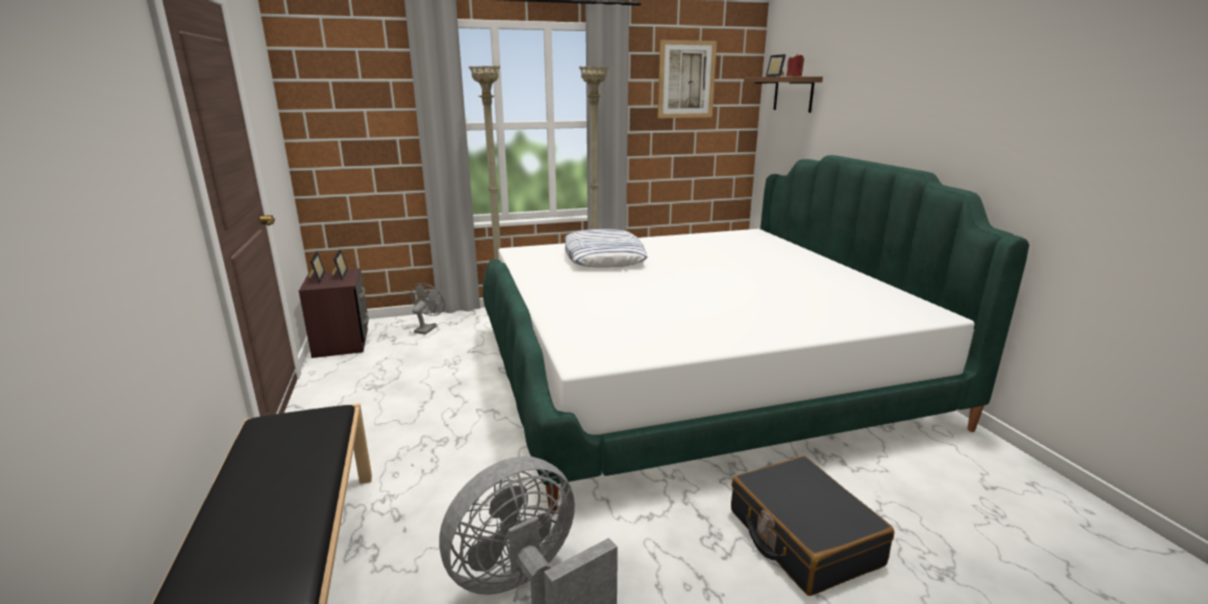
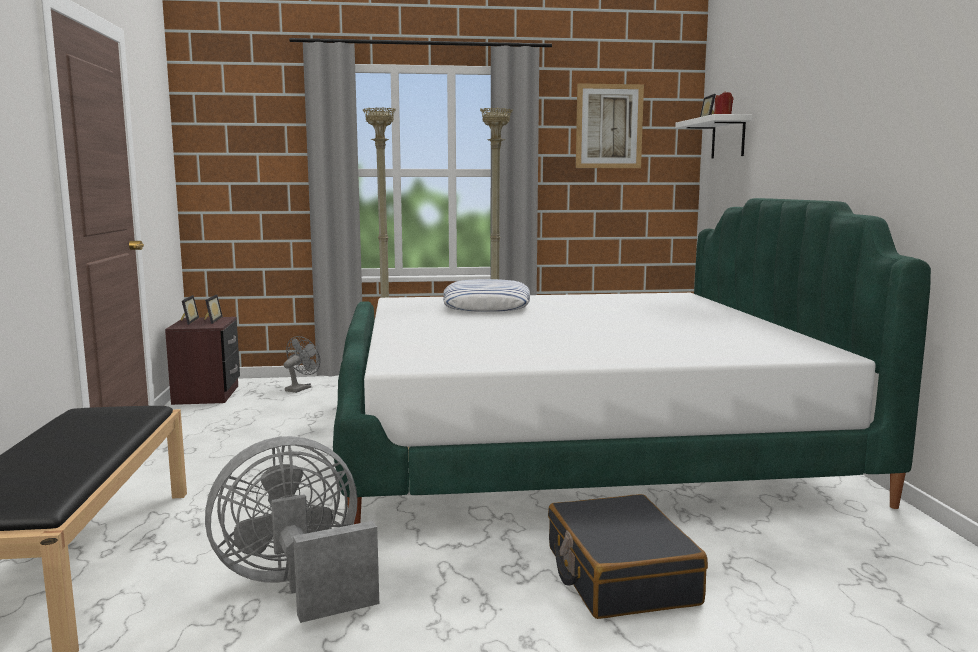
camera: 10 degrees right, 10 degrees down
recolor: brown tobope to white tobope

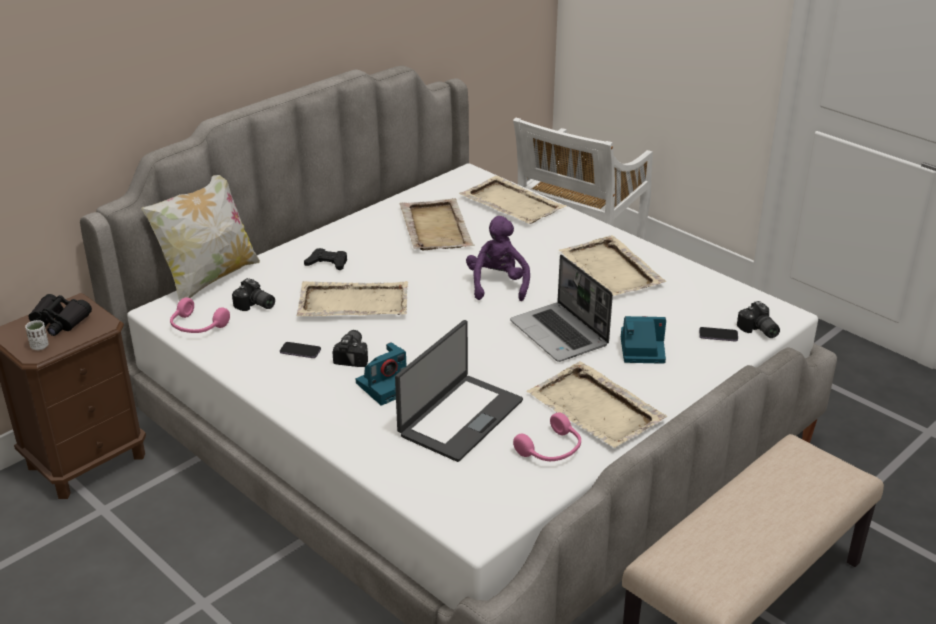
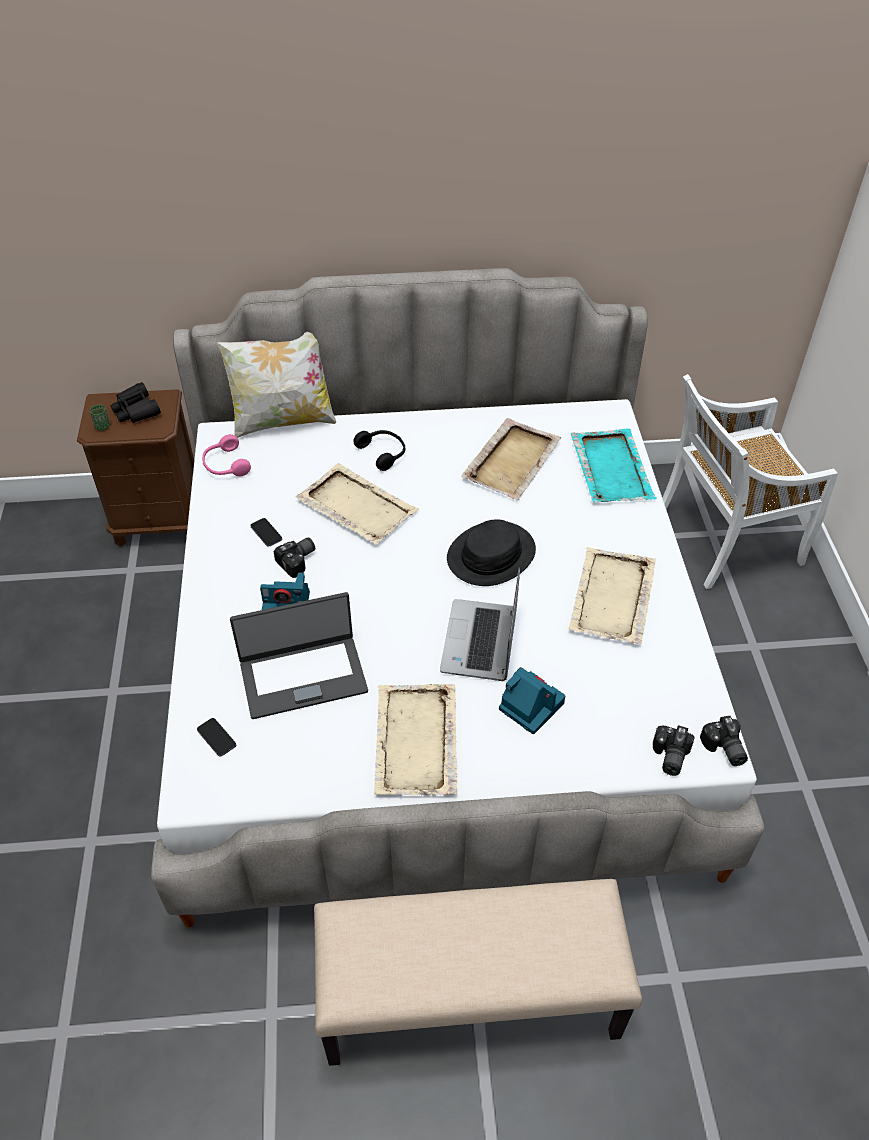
camera: 40 degrees right, 15 degrees up
delete: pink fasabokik (2nd from left)
move: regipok (1st from left in the first image) to regipok (5th from left); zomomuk (2nd from left in the first image) to zomomuk (1st from left)
replace: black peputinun to black fasabokik; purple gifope to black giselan
recolor: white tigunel to green tigunel; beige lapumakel (3rd from left) to turquoise lapumakel

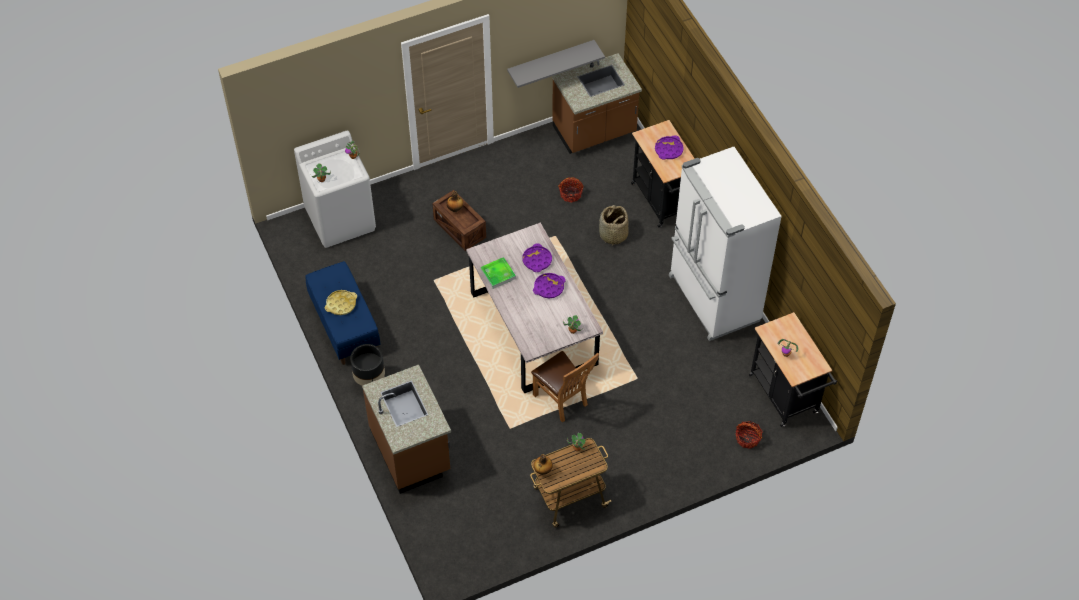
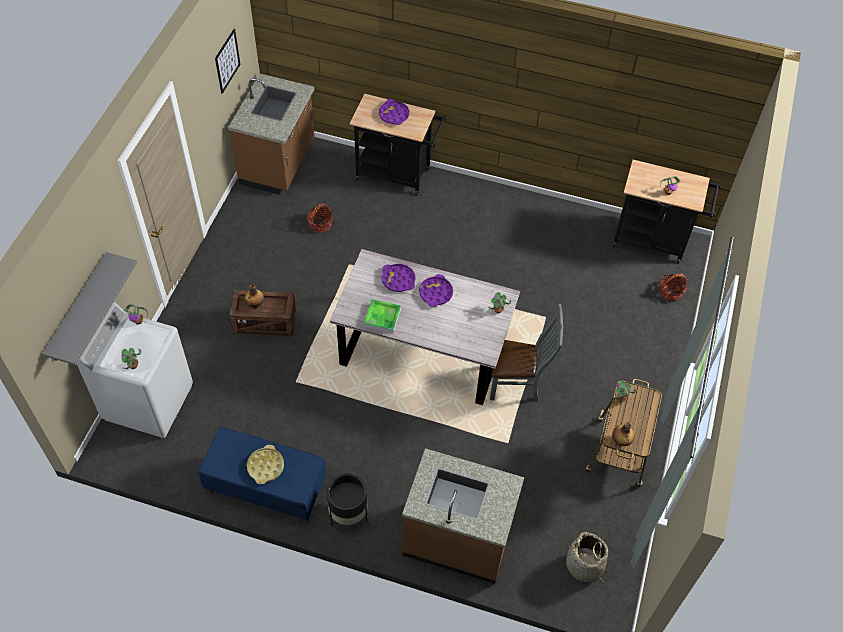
camera: 50 degrees left, 0 degrees up
delete: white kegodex
insert: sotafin
move: grey tobope; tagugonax (2nd from left)
recolor: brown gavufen to grey gavufen

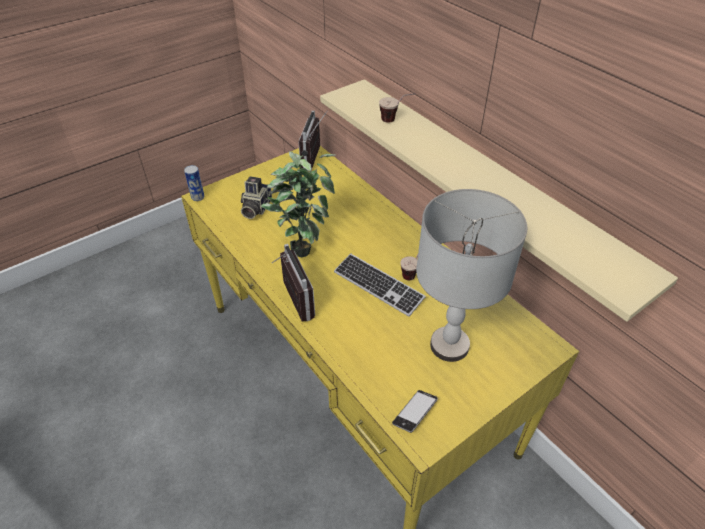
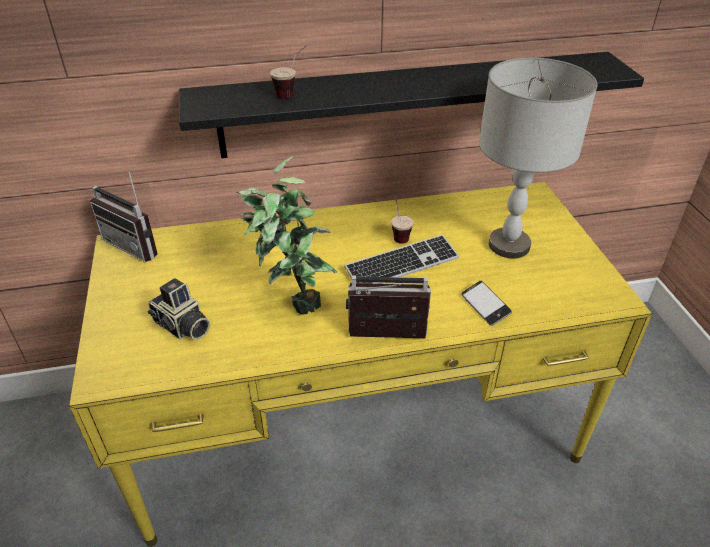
camera: 65 degrees left, 5 degrees down
delete: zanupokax
move: zomomuk
recolor: beige tobope to black tobope

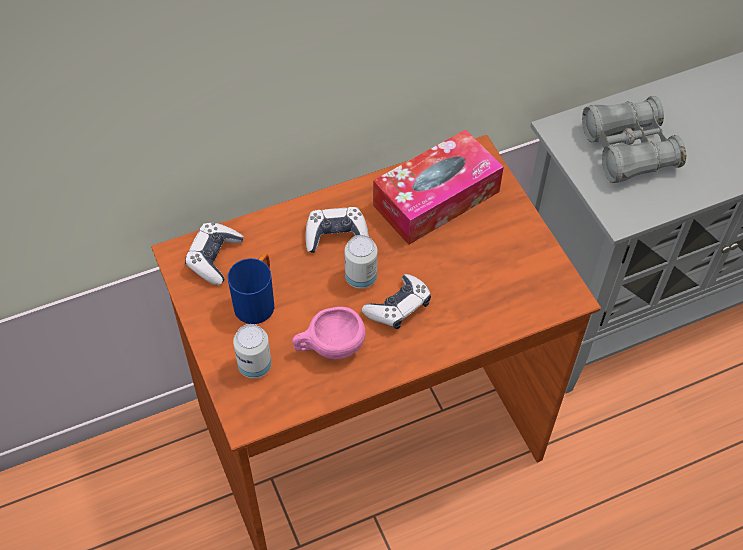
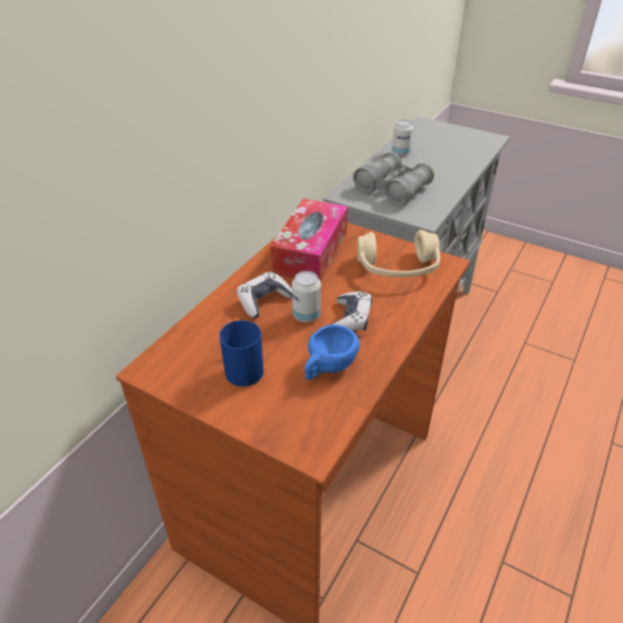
camera: 35 degrees left, 15 degrees down
delete: peputinun (1st from left)
insert: beige fasabokik
move: zanupokax (1st from left in the first image) to zanupokax (2nd from left)
recolor: pink tigunel to blue tigunel

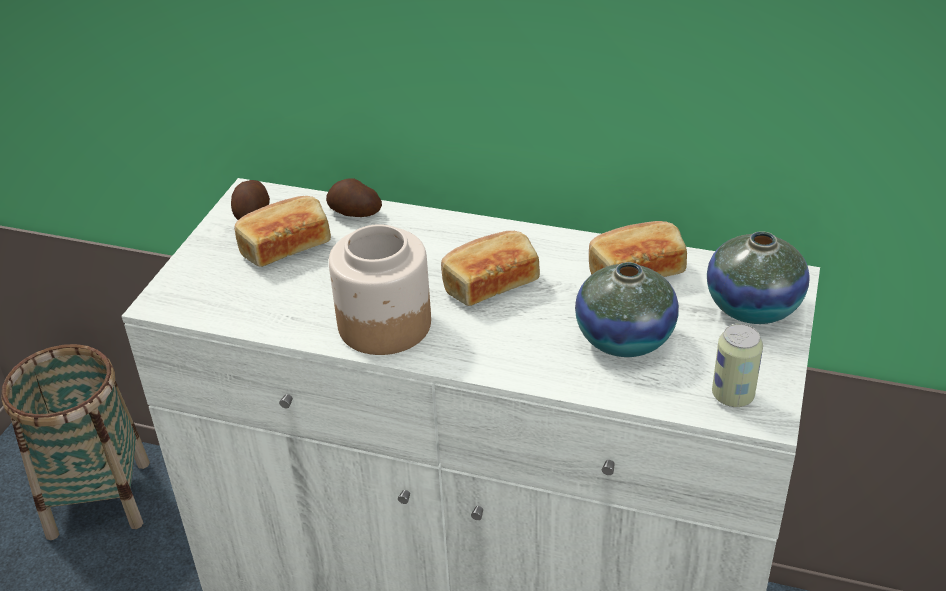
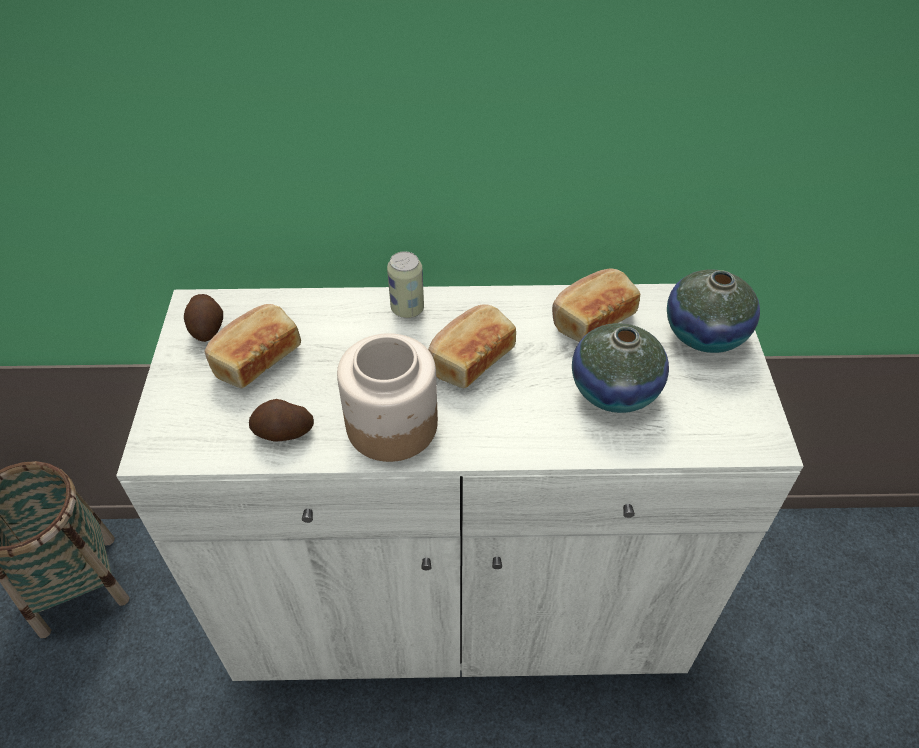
camera: 20 degrees left, 10 degrees up
move: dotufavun (2nd from left); zanupokax

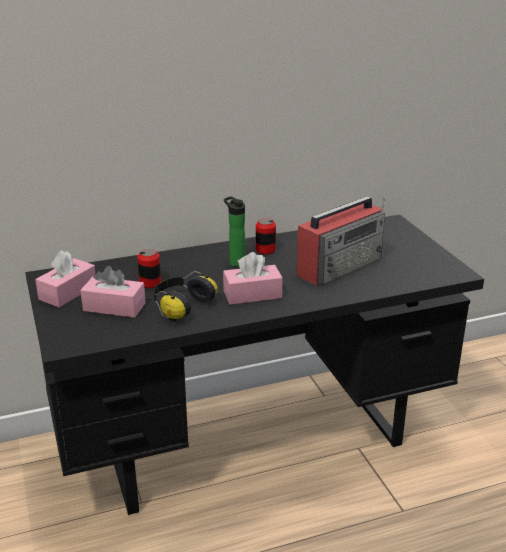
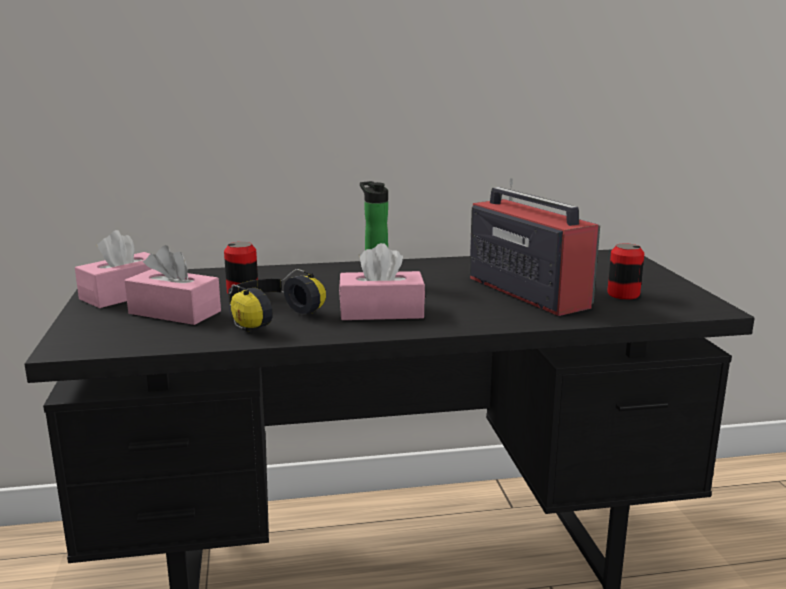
camera: 10 degrees right, 10 degrees down
move: zanupokax (2nd from left)
rotate: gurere 90 degrees counterclockwise

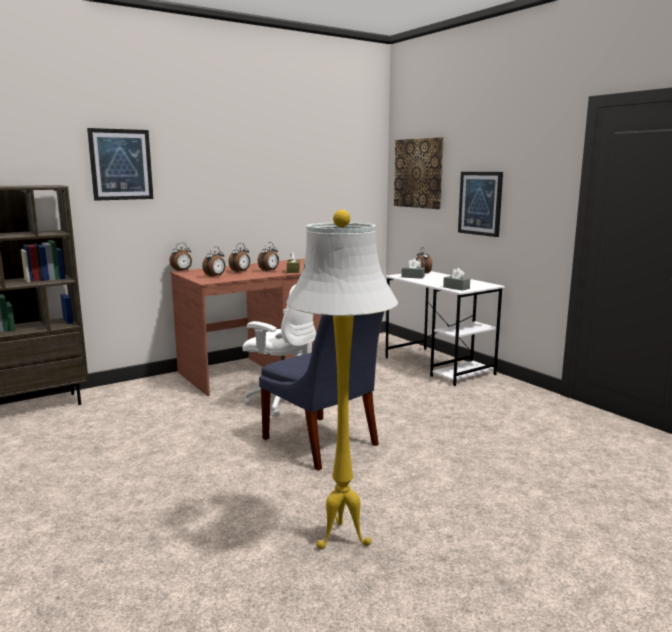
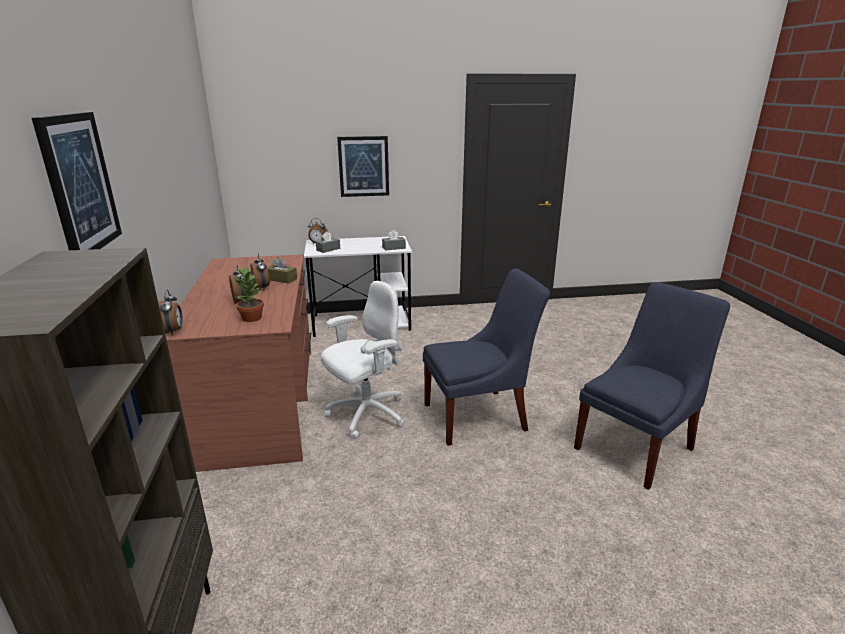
camera: 65 degrees left, 10 degrees up
delete: sotafin (2nd from left)
replace: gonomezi (2nd from left) to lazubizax; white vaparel to blue gavufen (2nd from left)

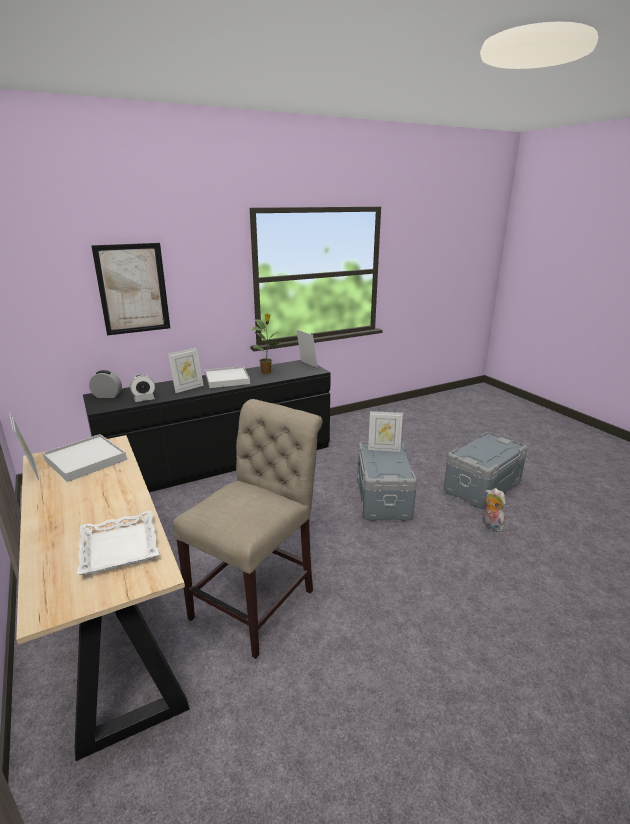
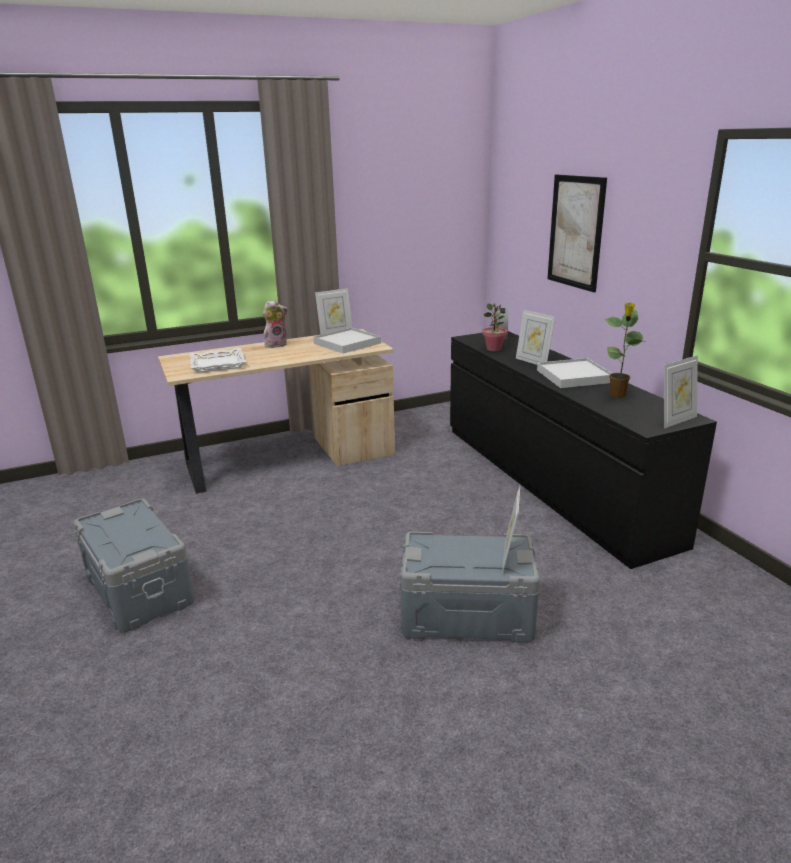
camera: 95 degrees right, 0 degrees up
delete: beige gavufen
move: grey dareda (2nd from left in the first image) to grey dareda (1st from left); gifope
replace: gonomezi (2nd from left) to lazubizax (1st from left)

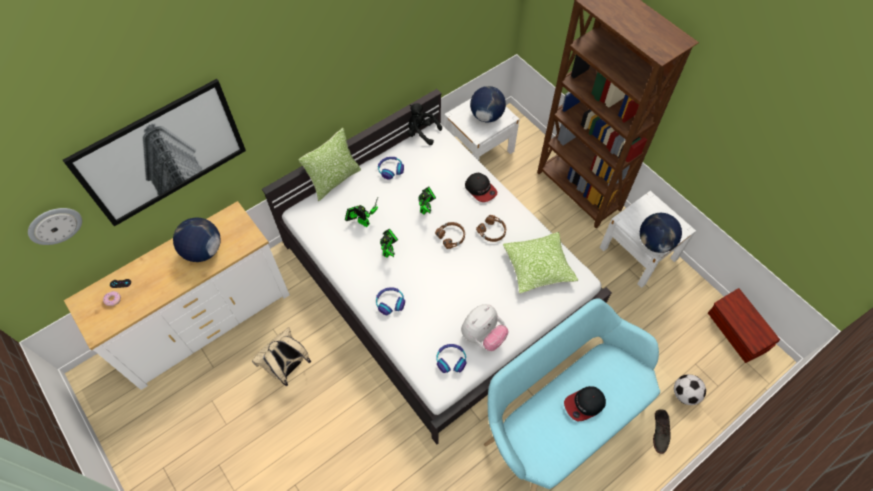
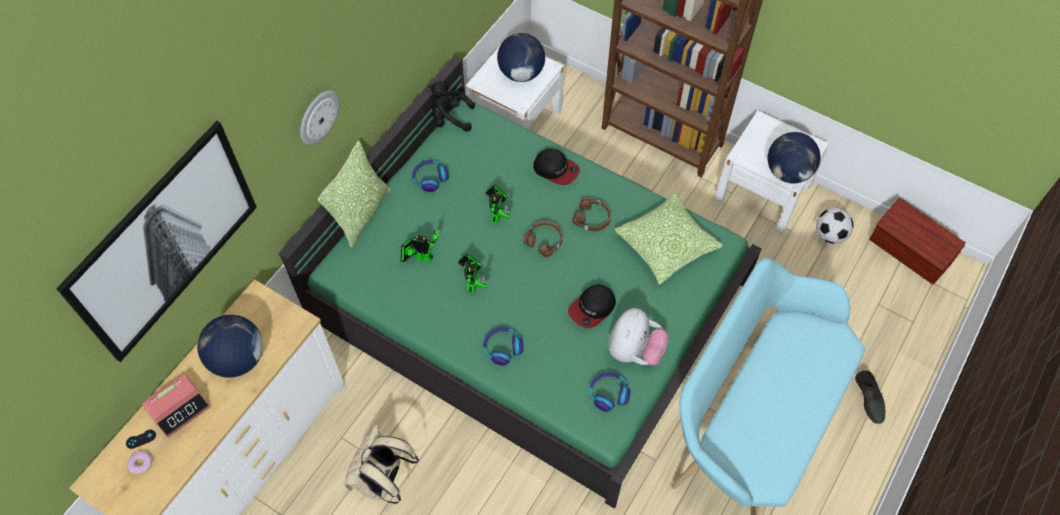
camera: 20 degrees left, 0 degrees up
insert: gonomezi
move: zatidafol; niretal (2nd from left); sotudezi
recolor: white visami to green visami

